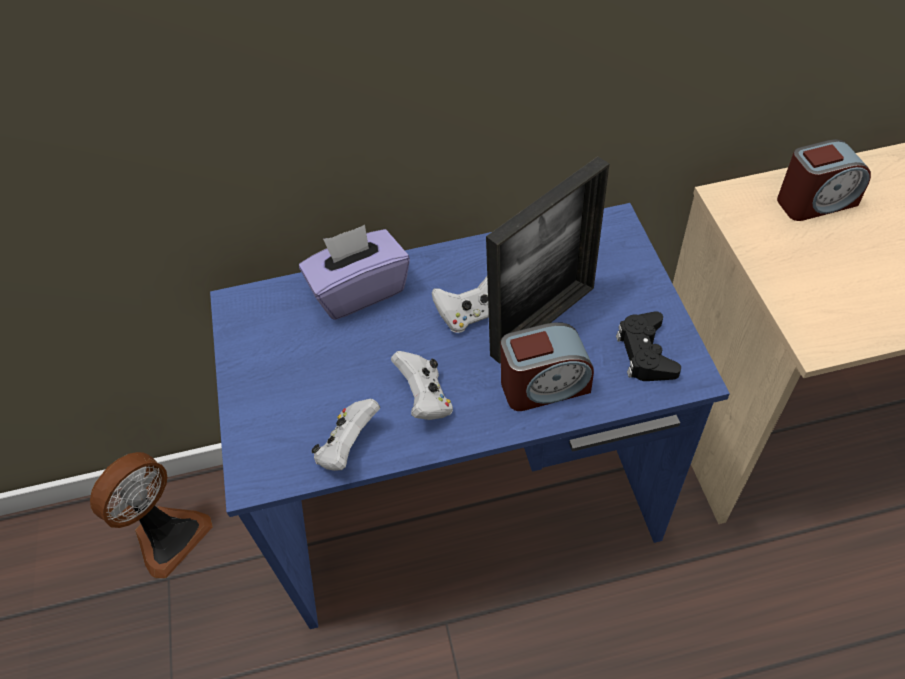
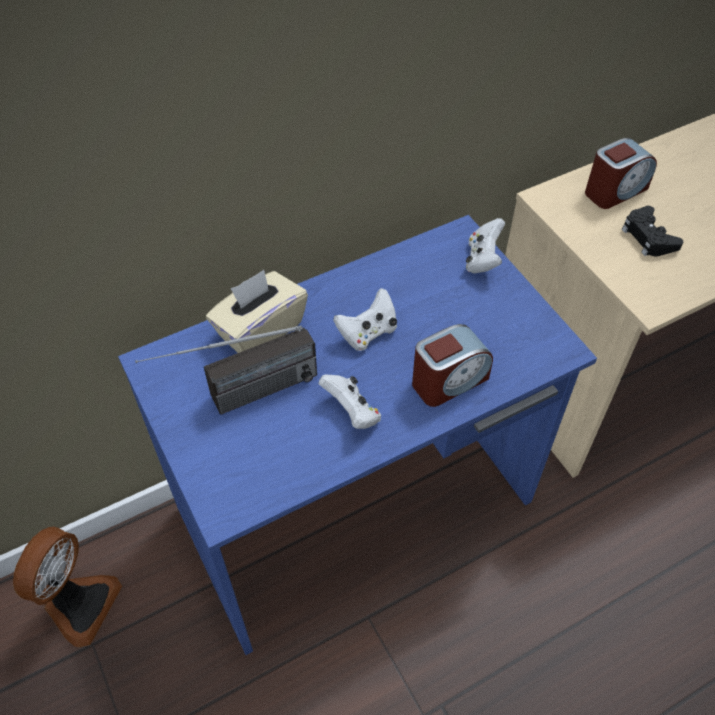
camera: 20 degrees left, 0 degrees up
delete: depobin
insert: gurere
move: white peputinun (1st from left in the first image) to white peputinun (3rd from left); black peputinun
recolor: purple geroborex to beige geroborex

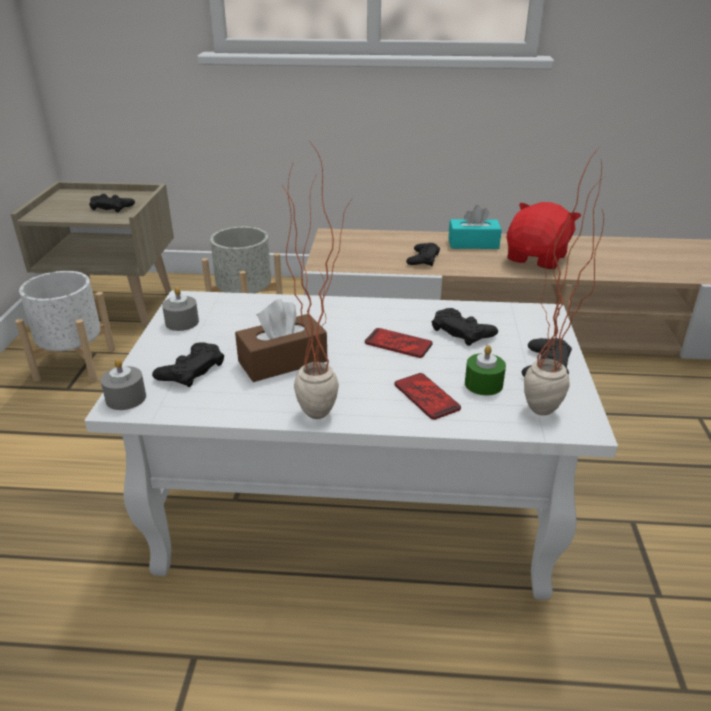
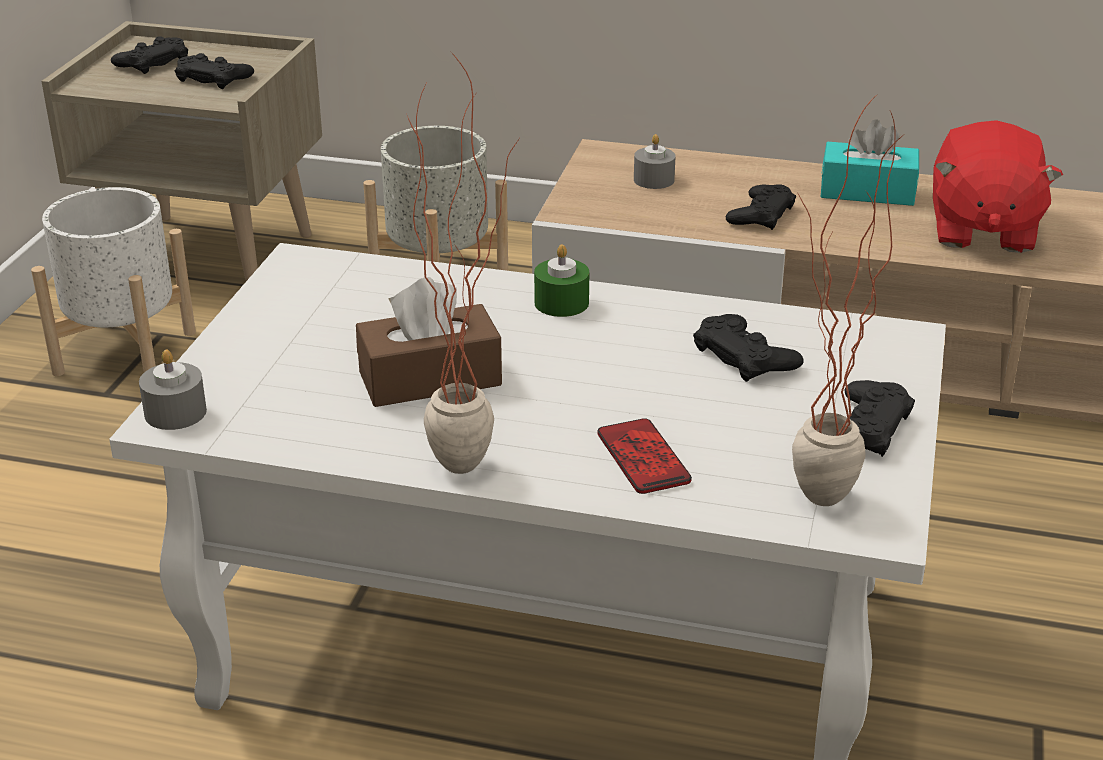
camera: 10 degrees right, 0 degrees up
delete: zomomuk (1st from left)
move: black peputinun (2nd from left in the first image) to black peputinun (1st from left); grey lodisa (2nd from left); green lodisa
rotate: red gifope 150 degrees clockwise

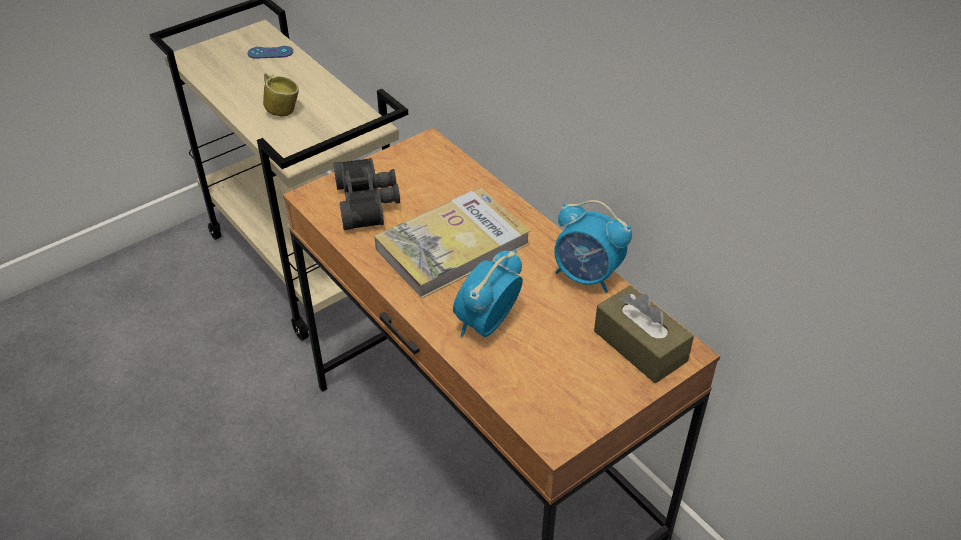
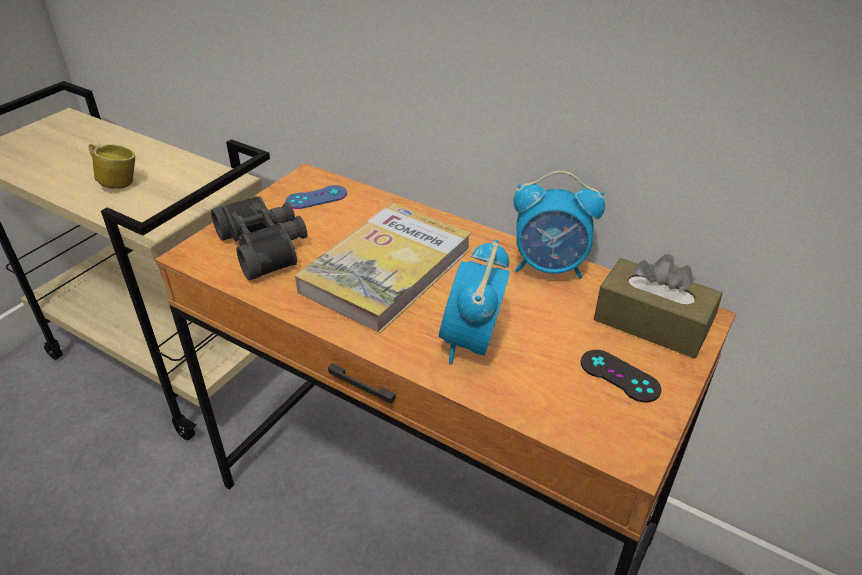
camera: 20 degrees left, 5 degrees down
insert: black peputinun
move: blue peputinun

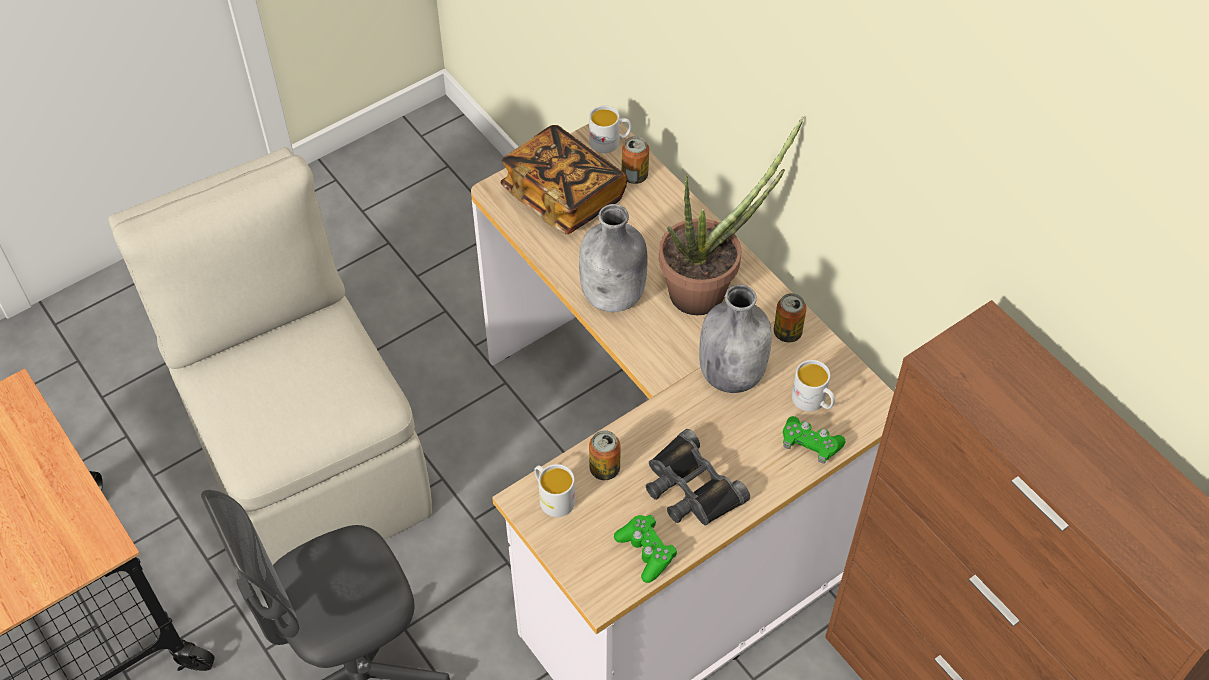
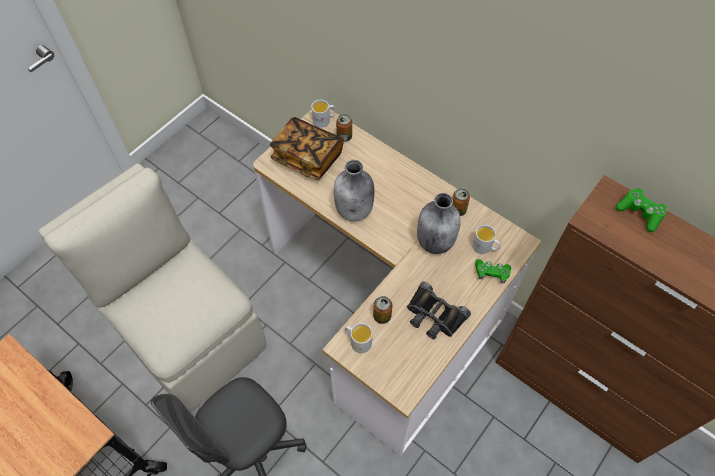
camera: 15 degrees left, 5 degrees up
delete: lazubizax
move: green peputinun (1st from left in the first image) to green peputinun (2nd from left)

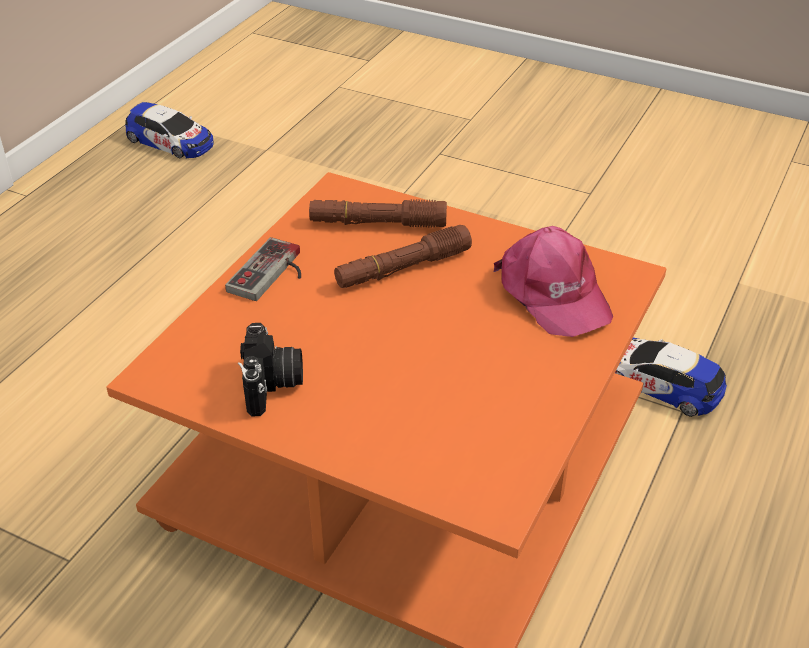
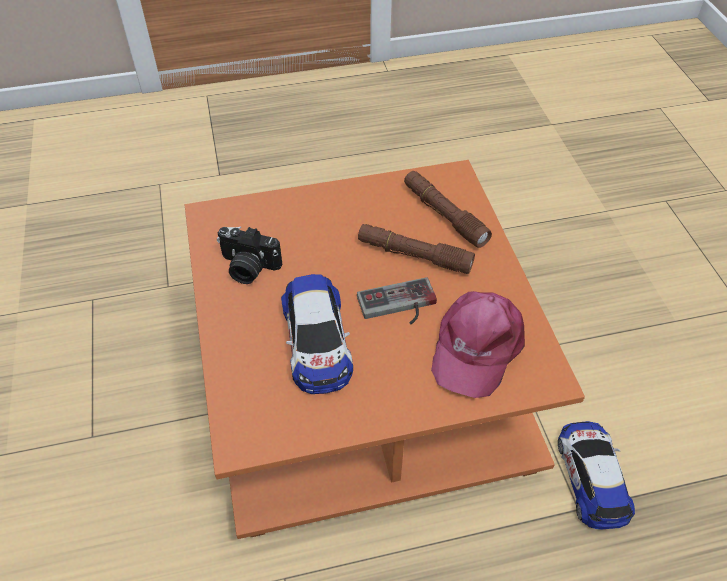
camera: 50 degrees right, 10 degrees up
move: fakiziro (1st from left); peputinun
rotate: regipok 60 degrees clockwise

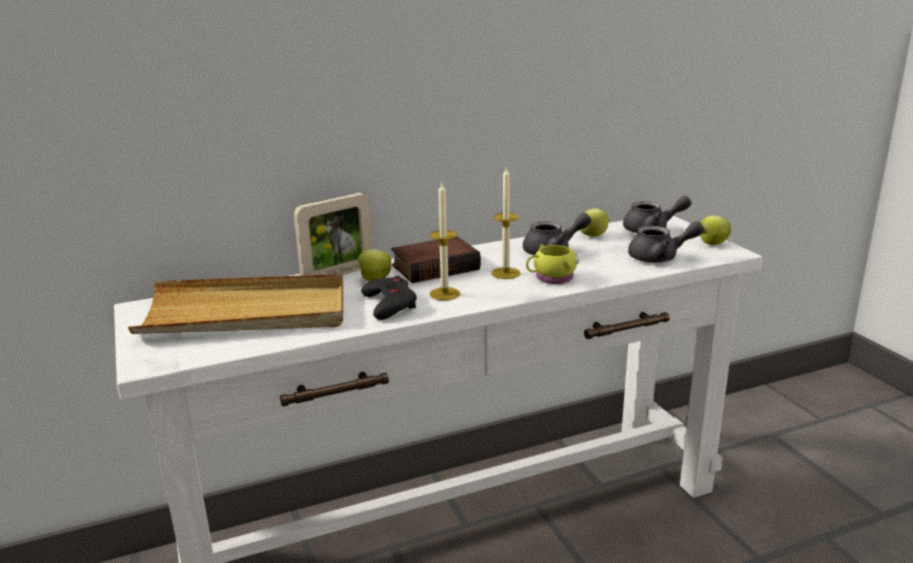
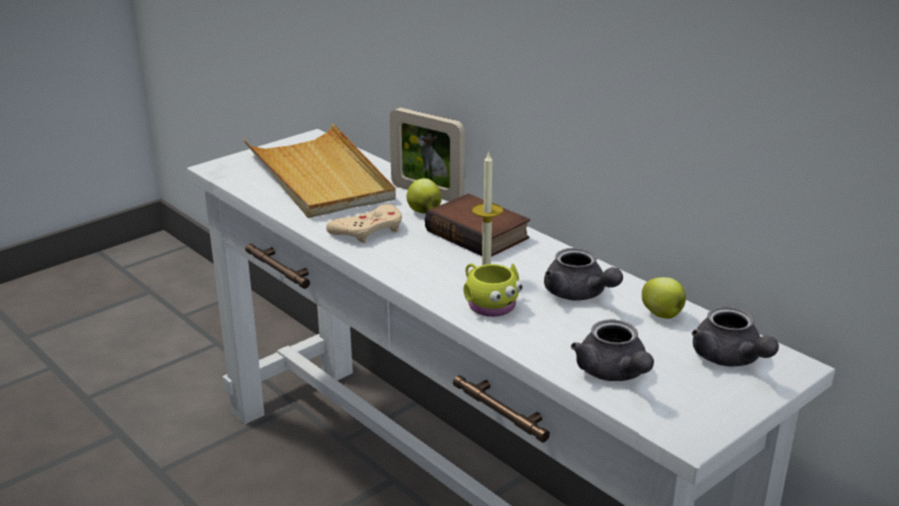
camera: 70 degrees right, 5 degrees up
delete: lodisa (1st from left); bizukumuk (3rd from left)
recolor: black peputinun to beige peputinun

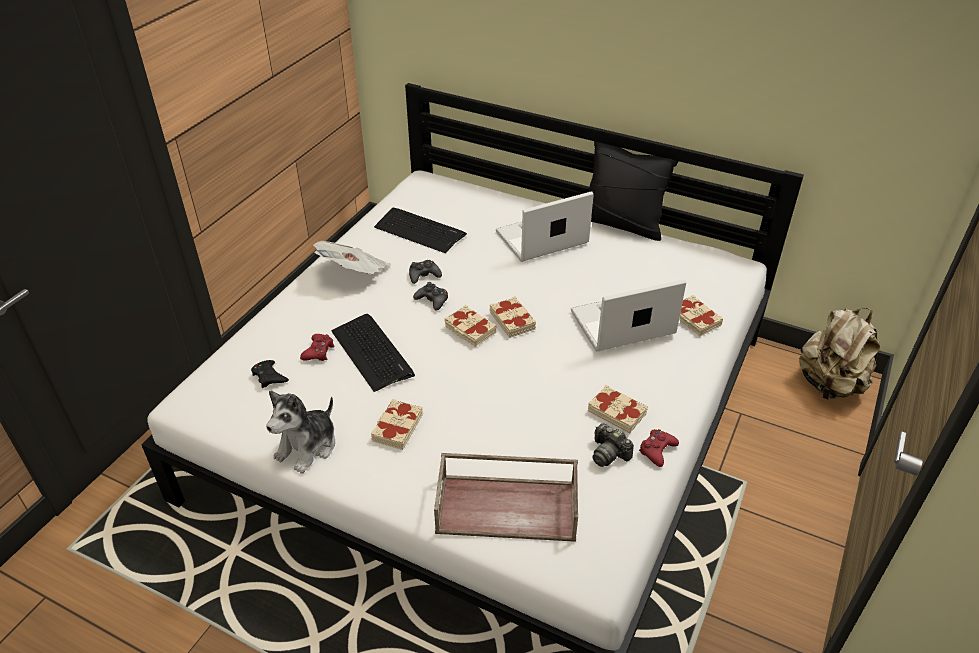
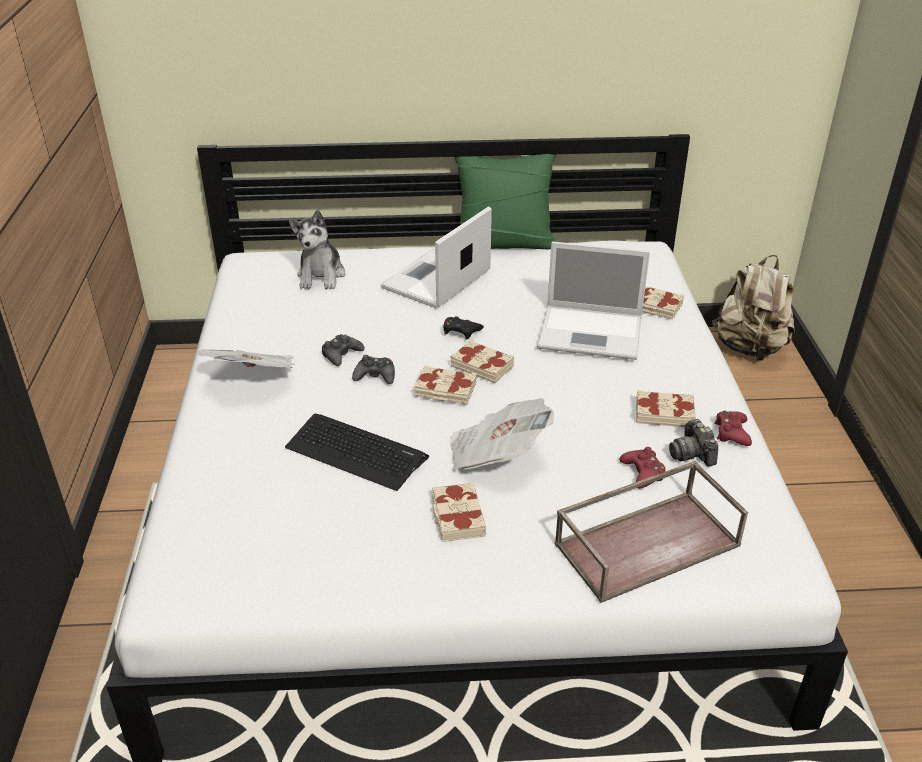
camera: 30 degrees left, 5 degrees down
delete: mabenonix (2nd from left)
insert: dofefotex (2nd from left)
move: black peputinun (1st from left in the first image) to black peputinun (3rd from left); gifope; red peputinun (1st from left)
recolor: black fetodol to green fetodol
rotate: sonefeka (2nd from left) 120 degrees counterclockwise; regipok 60 degrees clockwise

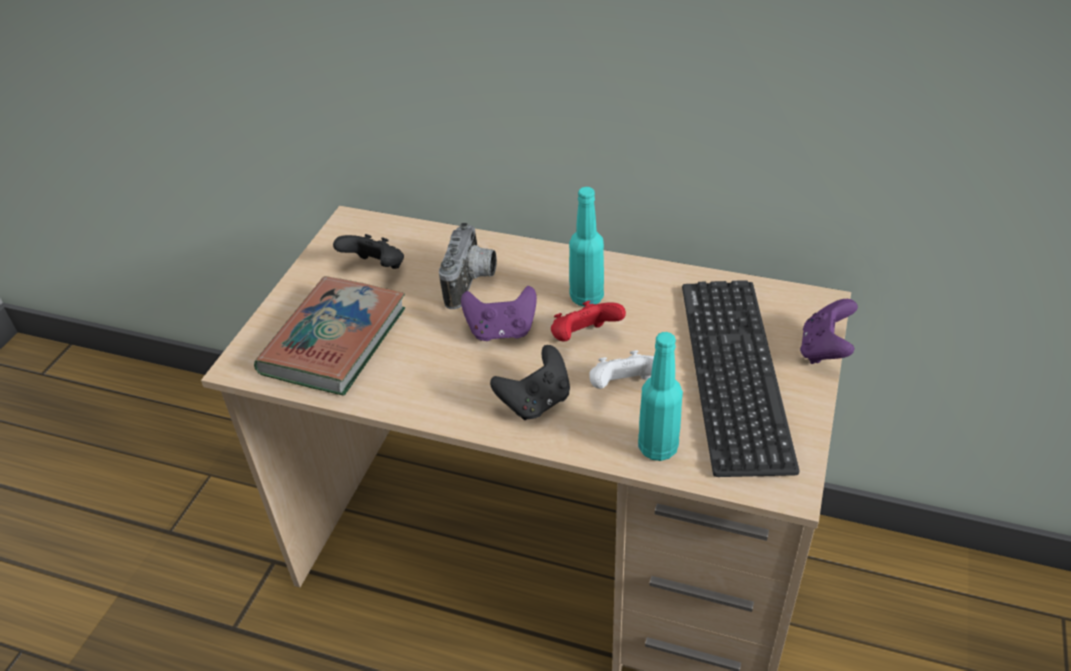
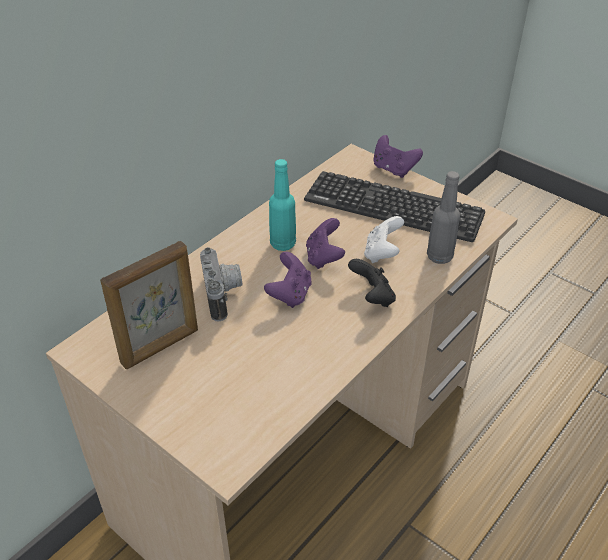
camera: 70 degrees left, 0 degrees up
delete: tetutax
replace: black peputinun (1st from left) to depobin
recolor: red peputinun to purple peputinun (2nd from left); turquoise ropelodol (2nd from left) to grey ropelodol
rotate: regipok 45 degrees clockwise

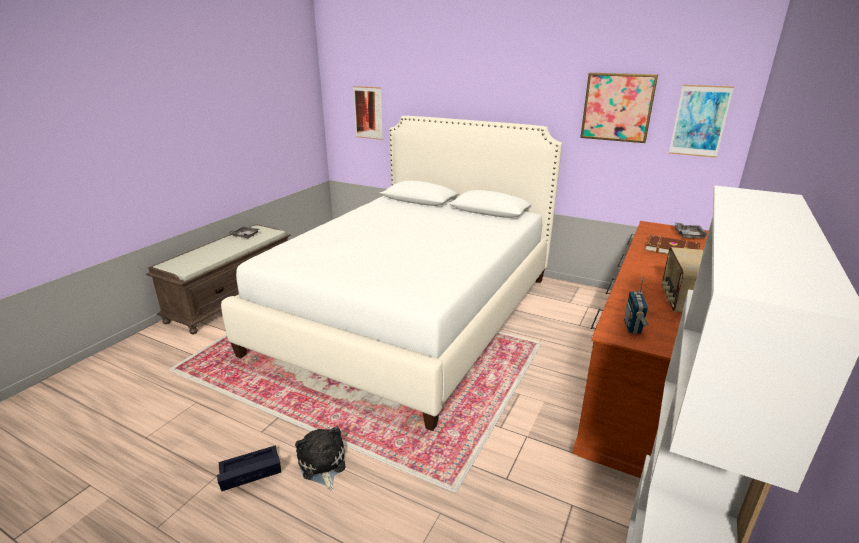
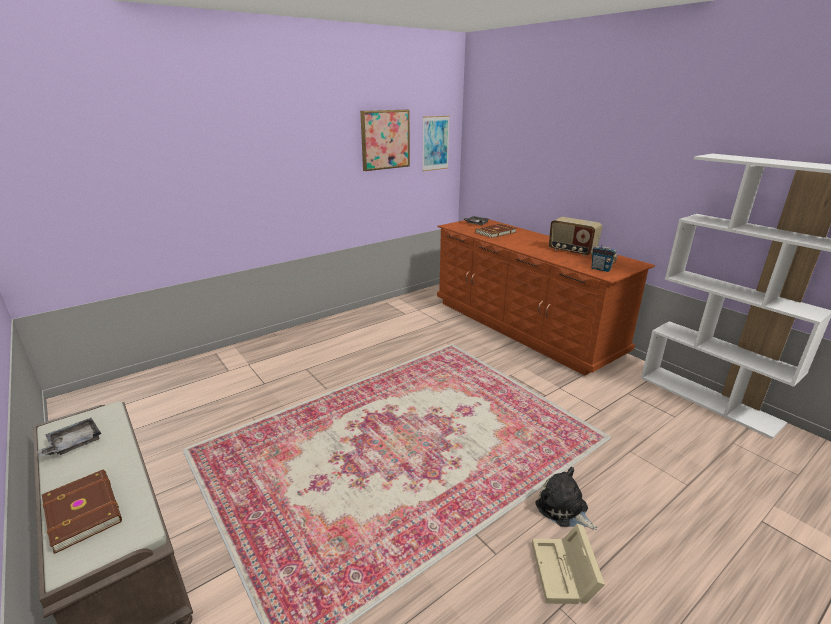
camera: 65 degrees left, 0 degrees up
delete: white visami; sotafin (1st from left)
insert: brown tetutax (1st from left)
recolor: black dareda to beige dareda
rotate: gifope 45 degrees clockwise

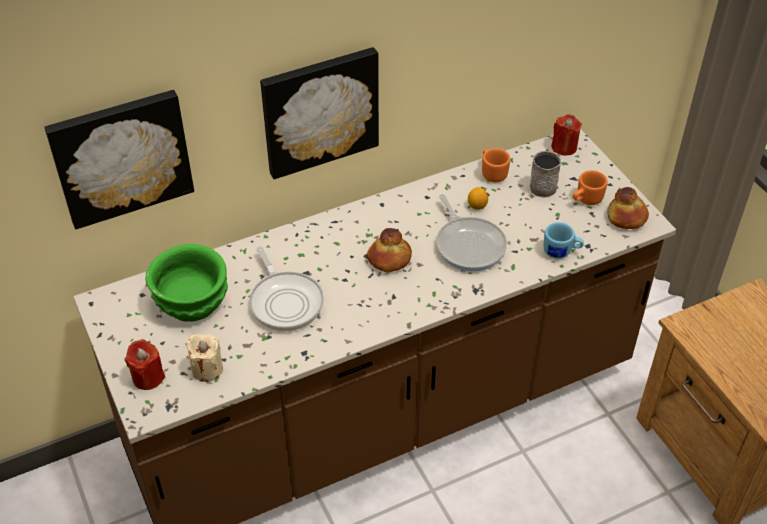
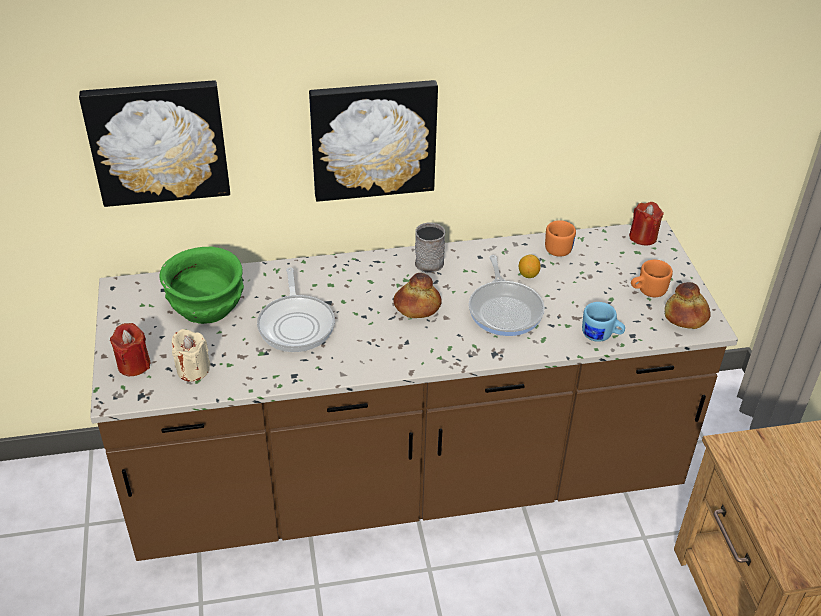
camera: 15 degrees right, 5 degrees down
move: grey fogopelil

